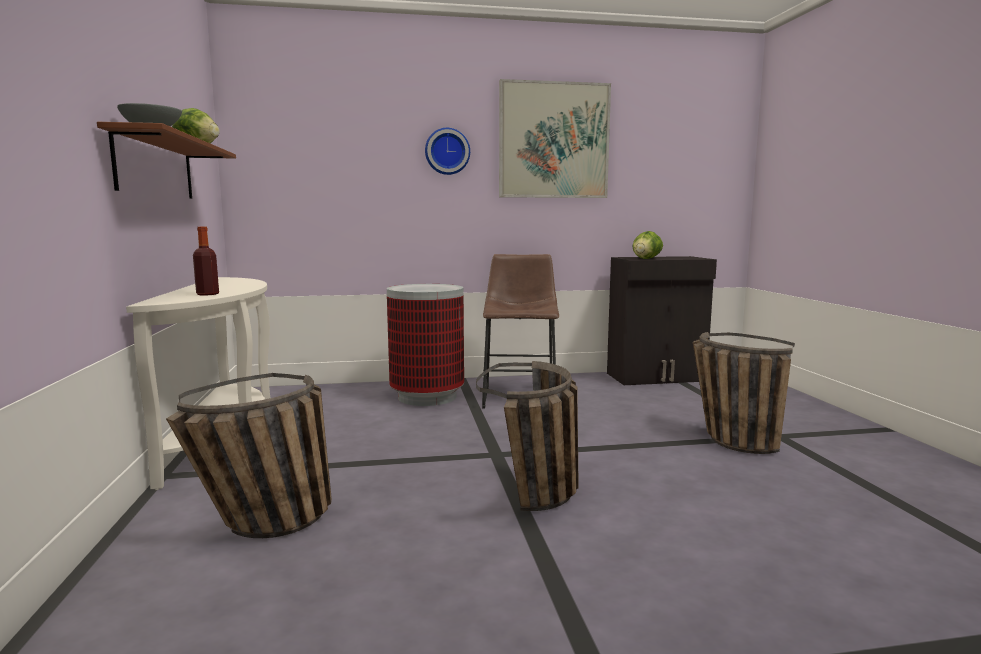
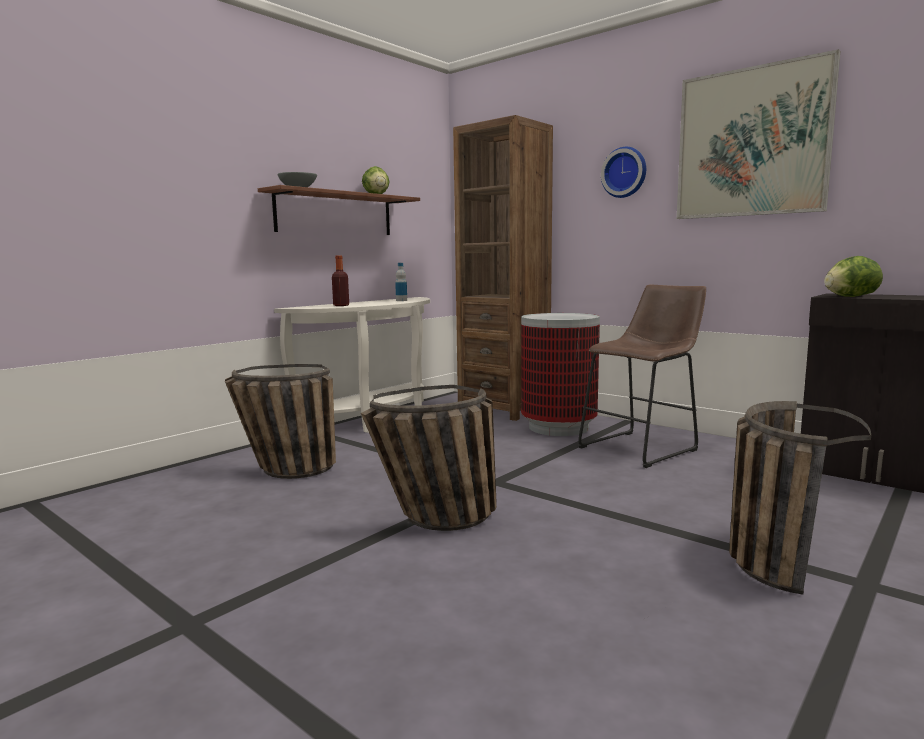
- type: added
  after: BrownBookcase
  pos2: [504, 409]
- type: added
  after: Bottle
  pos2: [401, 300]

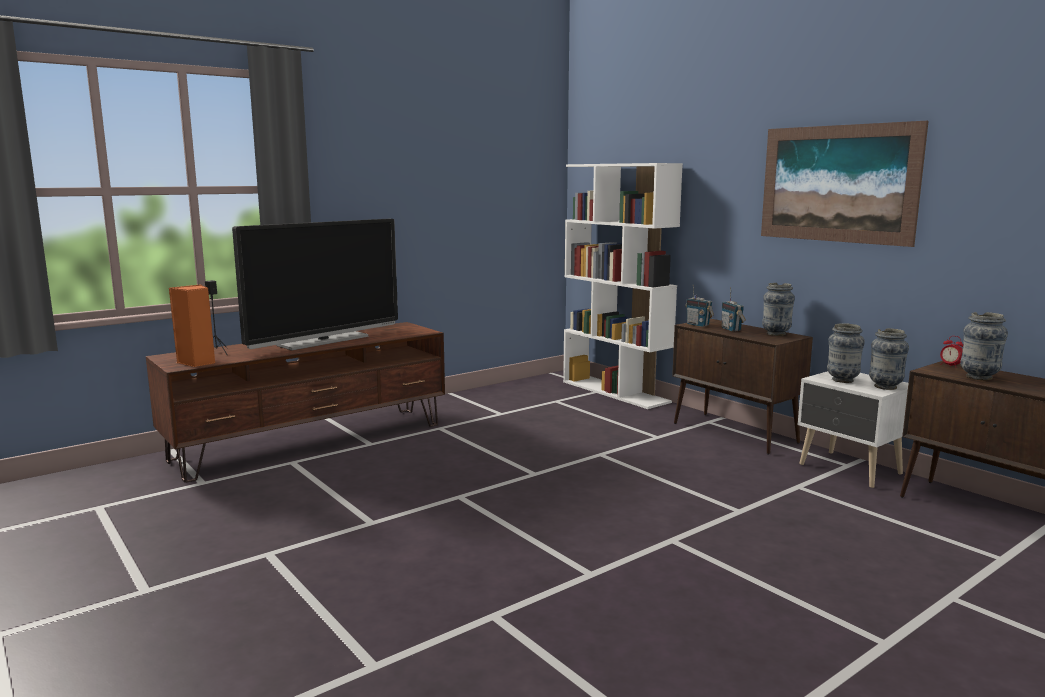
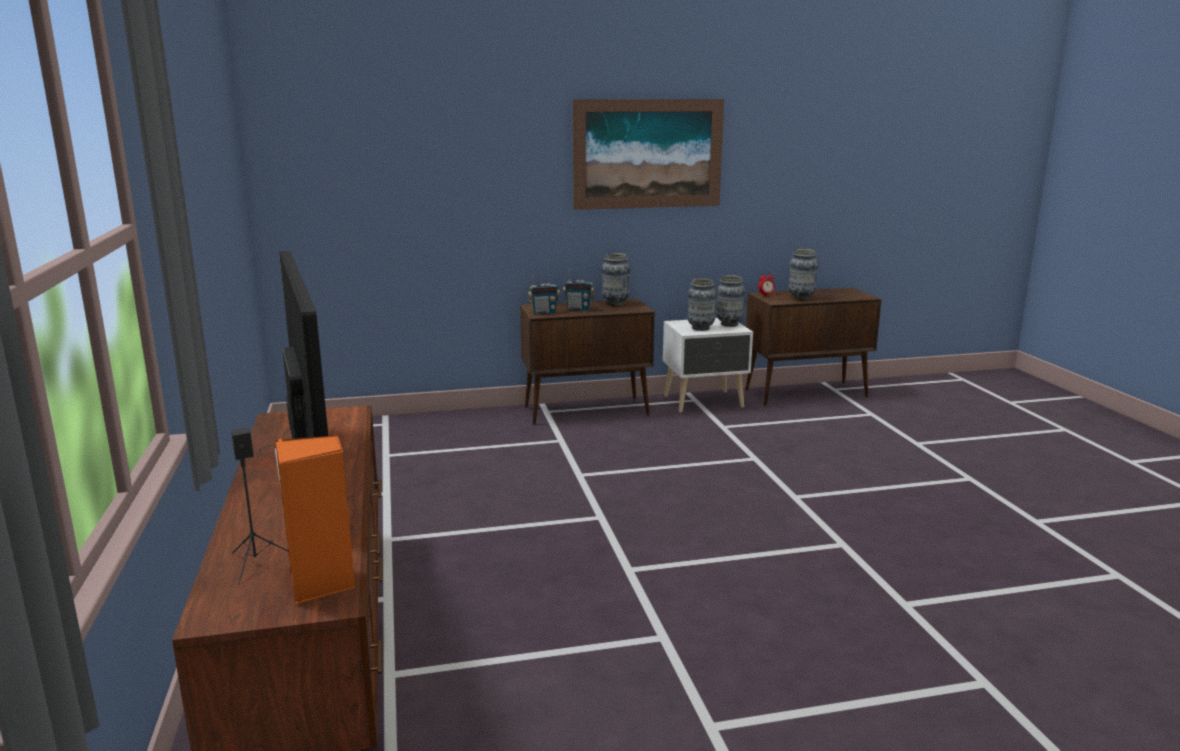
- type: removed
  before: WhiteBookcase
  pos1: [616, 392]

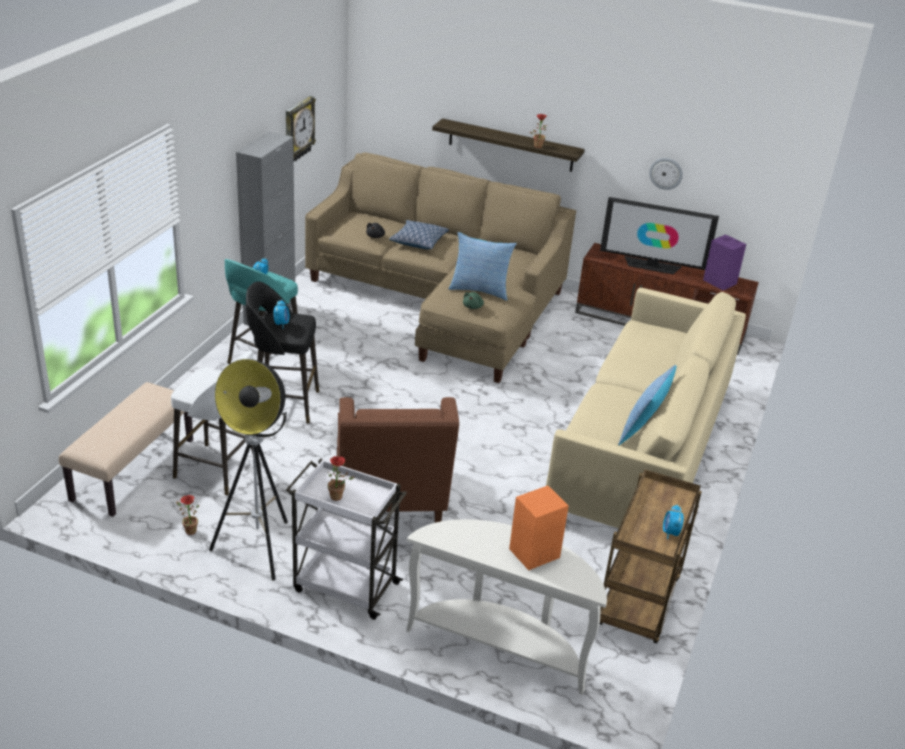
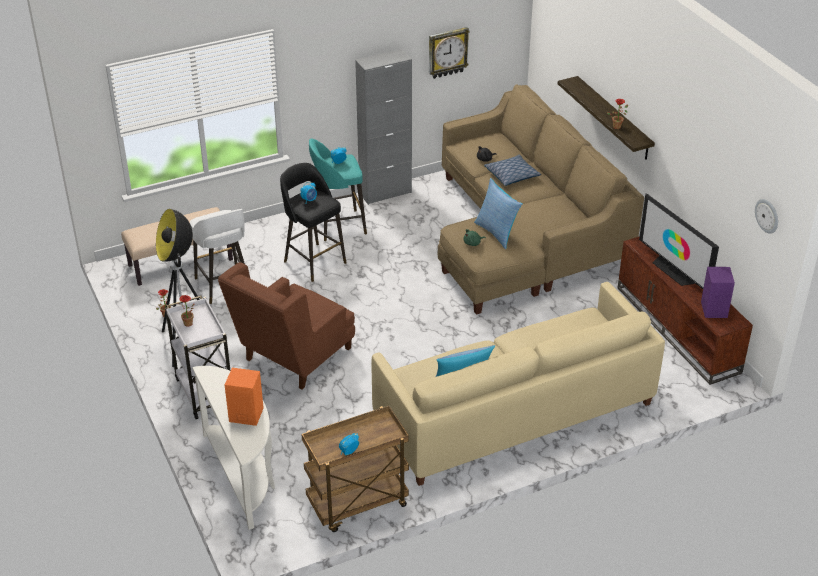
- type: moved
  before: WallClock
  pos1: [666, 173]
  pos2: [767, 215]

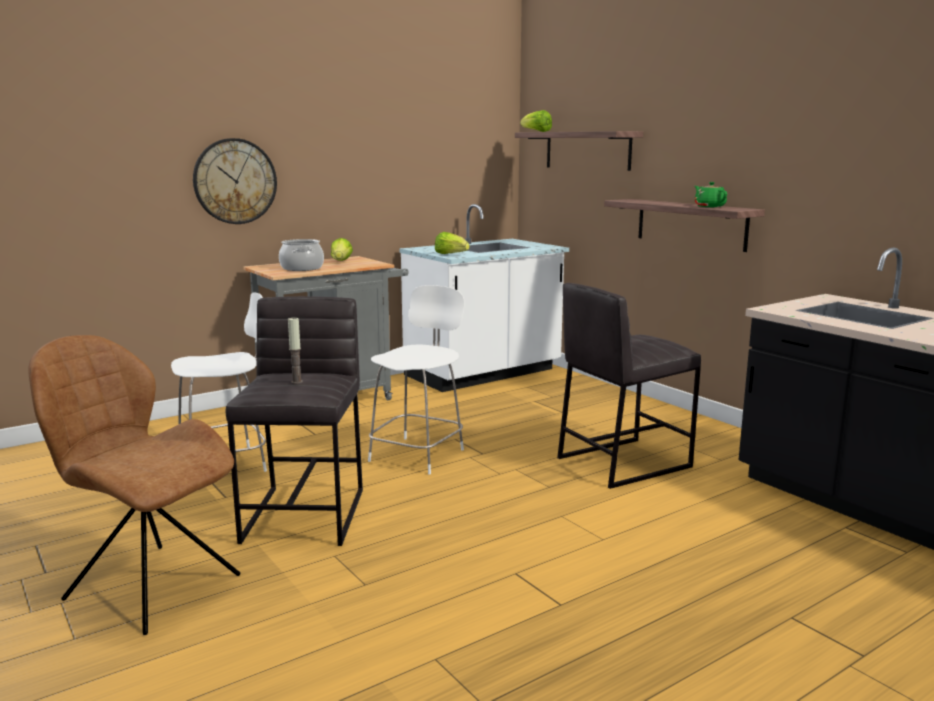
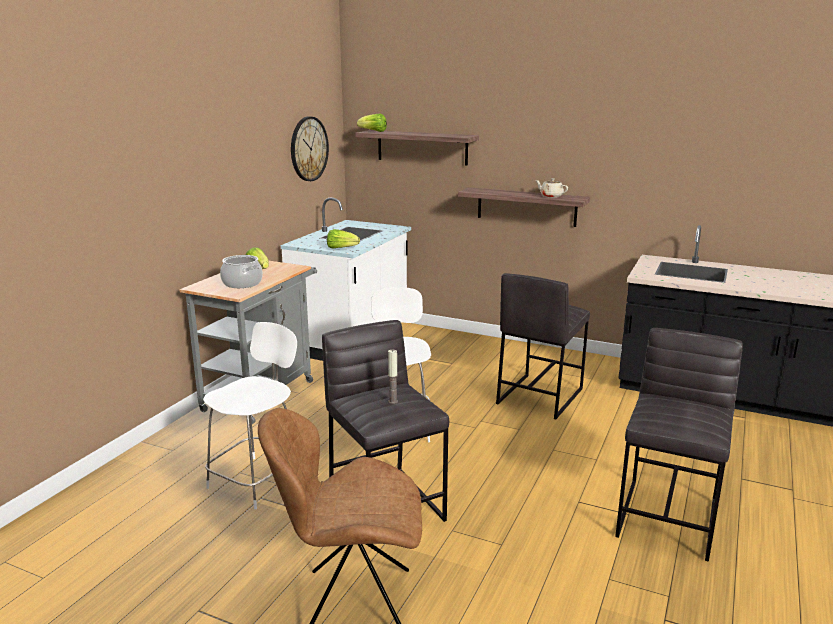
- type: moved
  before: WallClock
  pos1: [235, 181]
  pos2: [308, 149]
- type: recoloured
  before: GreenTeapot
  after: BeigeTeapot
  pos1: [709, 206]
  pos2: [551, 196]
- type: added
  after: GreyStool
  pos2: [669, 518]

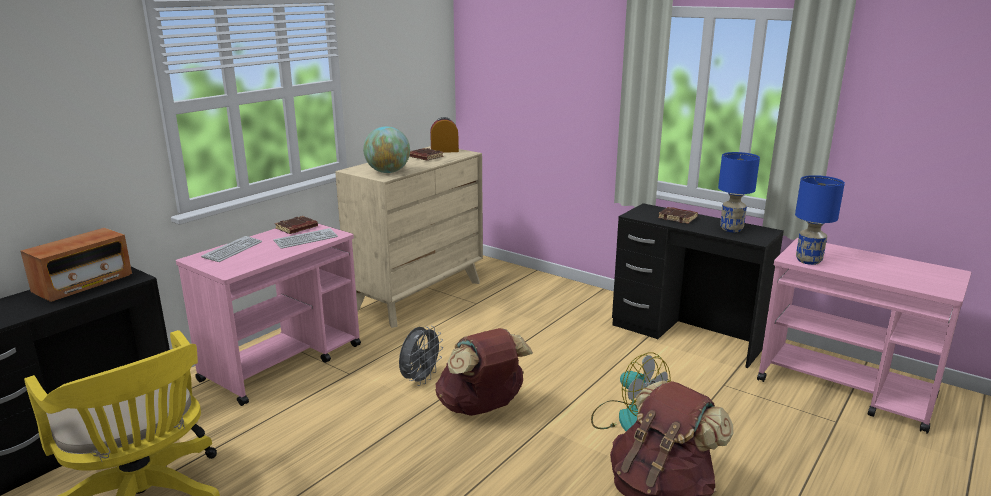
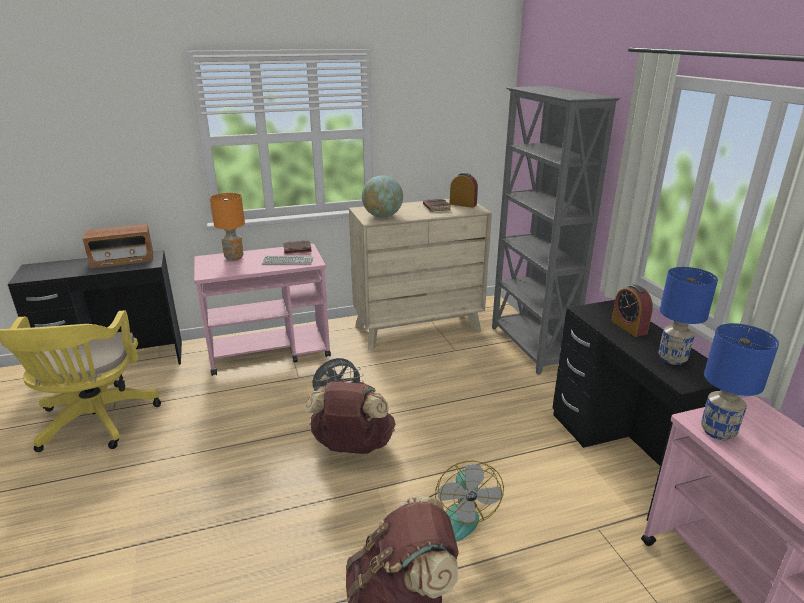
- type: replaced
  before: BrownBook
  after: AlarmClock
  pos1: [678, 218]
  pos2: [628, 327]
- type: replaced
  before: Keyboard
  after: OrangeTableLamp
  pos1: [232, 250]
  pos2: [234, 257]
- type: added
  after: GreyBookcase
  pos2: [530, 347]

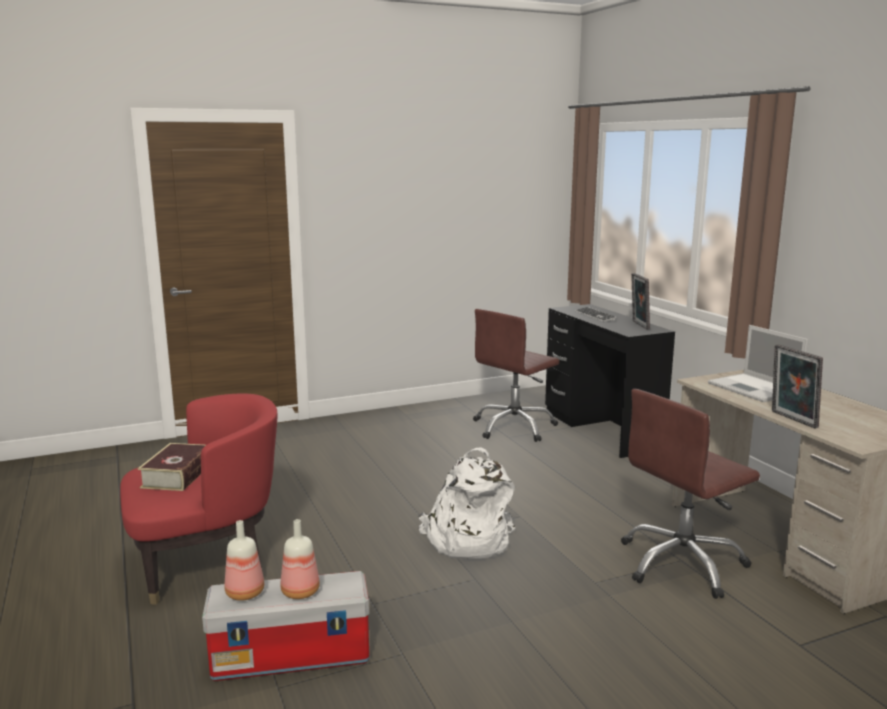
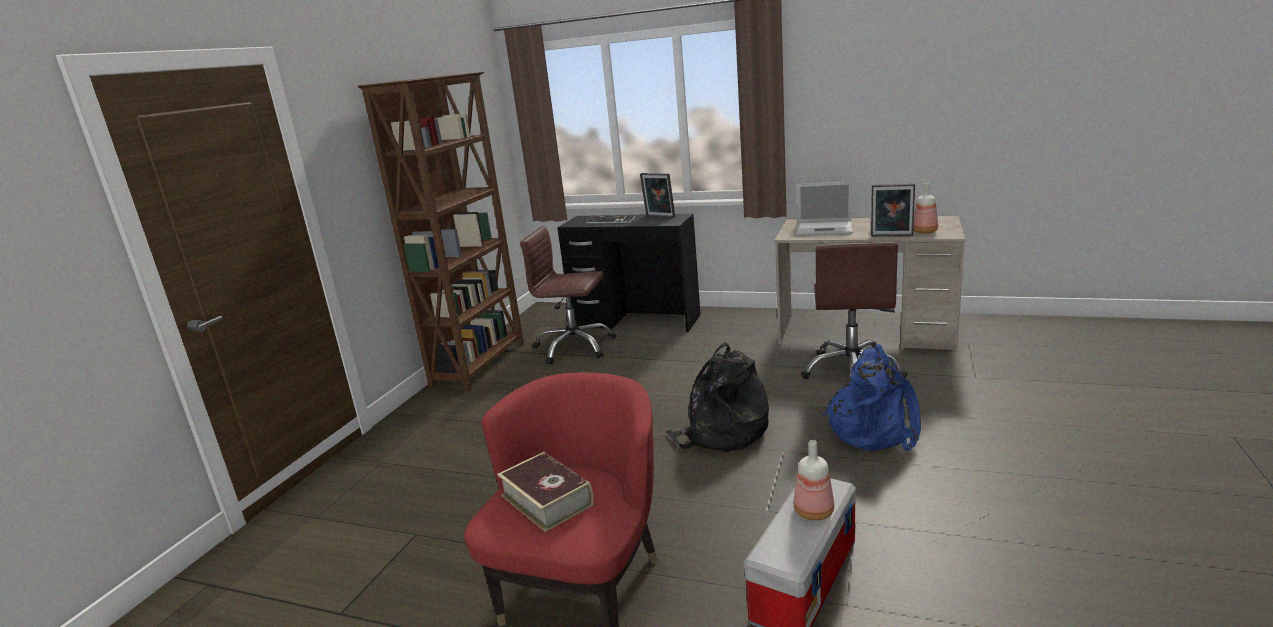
- type: turned
  before: BrownOfficeChair
  pos1: [514, 427]
  pos2: [574, 347]
  turn: 105
- type: recoloured
  before: WhiteBackpack
  after: BlackBackpack
  pos1: [466, 540]
  pos2: [722, 433]
- type: moved
  before: Bottle
  pos1: [246, 593]
  pos2: [925, 231]
- type: added
  after: BrownBookcase
  pos2: [480, 364]
- type: added
  after: BlueBackpack
  pos2: [873, 429]

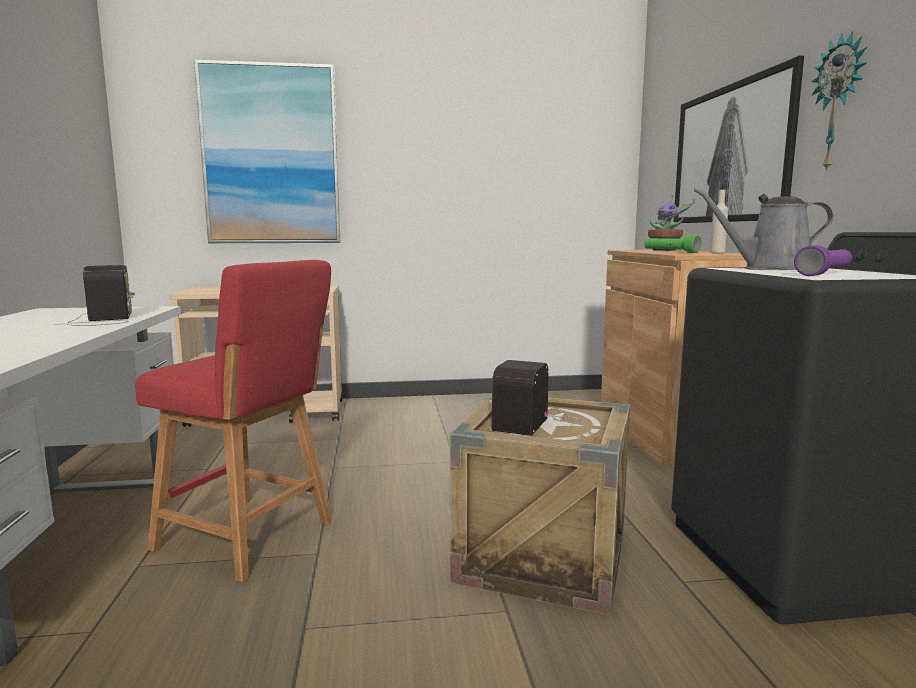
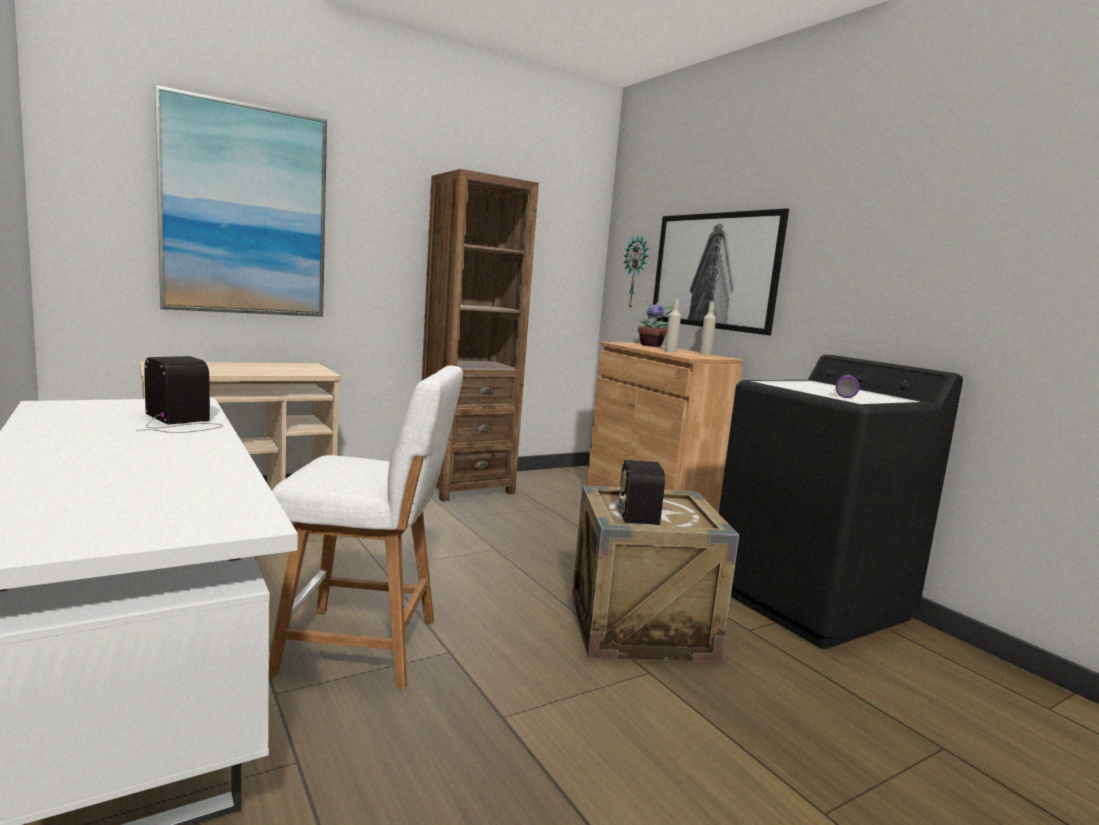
- type: moved
  before: WallClock
  pos1: [839, 104]
  pos2: [636, 272]
- type: removed
  before: GreyWateringCan
  pos1: [770, 269]
- type: replaced
  before: GreenFlashlight
  after: BeigeBottle
  pos1: [670, 252]
  pos2: [670, 351]
- type: recoloured
  before: RedStool
  after: WhiteStool
  pos1: [250, 537]
  pos2: [367, 647]
- type: added
  after: BrownBookcase
  pos2: [465, 487]

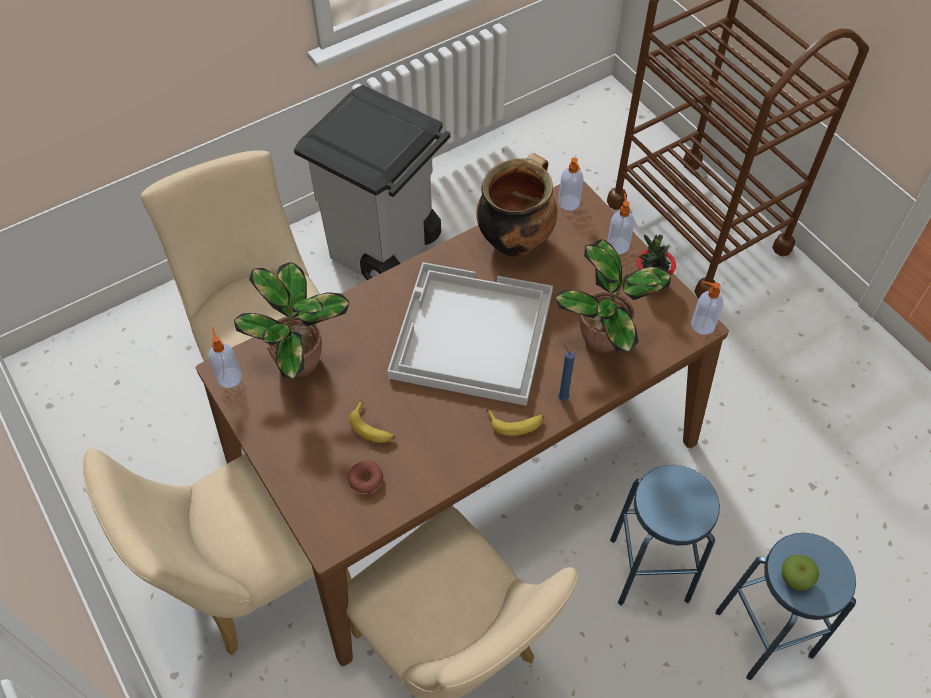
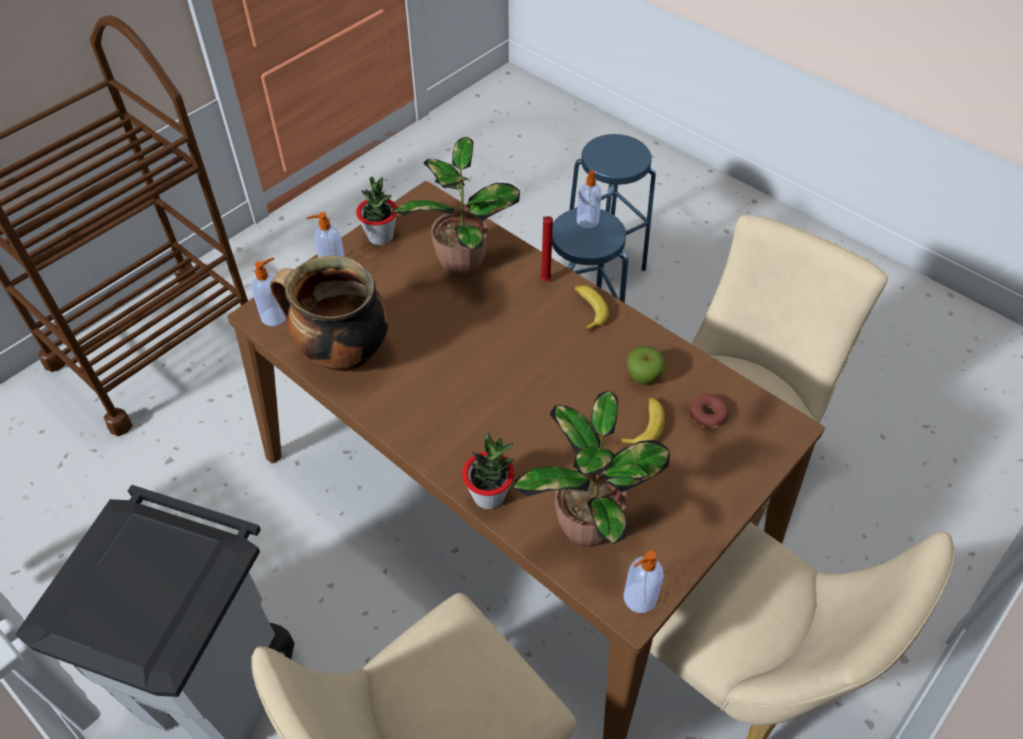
- type: removed
  before: WhiteTray
  pos1: [470, 335]
- type: moved
  before: SoapDispenser
  pos1: [701, 325]
  pos2: [587, 221]
- type: recoloured
  before: BlueCandle
  after: RedCandle
  pos1: [562, 397]
  pos2: [544, 281]
- type: moved
  before: Apple
  pos1: [794, 579]
  pos2: [643, 377]
- type: added
  after: PottedPlant
  pos2: [489, 495]

